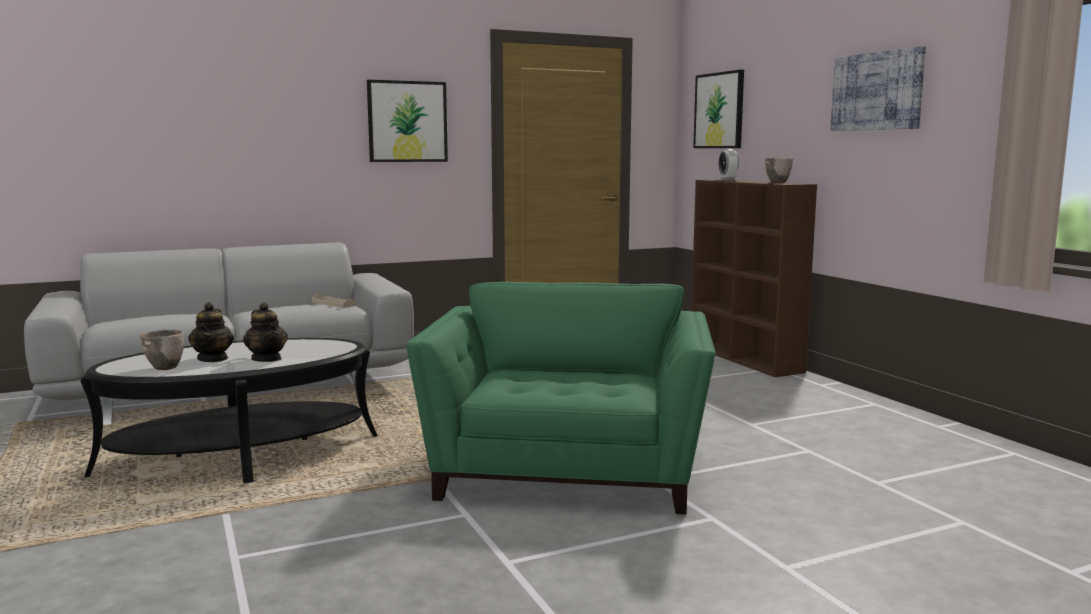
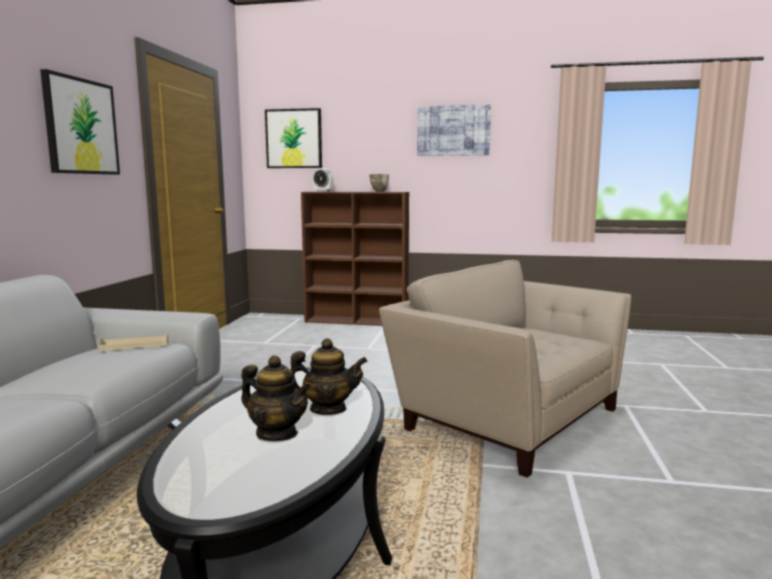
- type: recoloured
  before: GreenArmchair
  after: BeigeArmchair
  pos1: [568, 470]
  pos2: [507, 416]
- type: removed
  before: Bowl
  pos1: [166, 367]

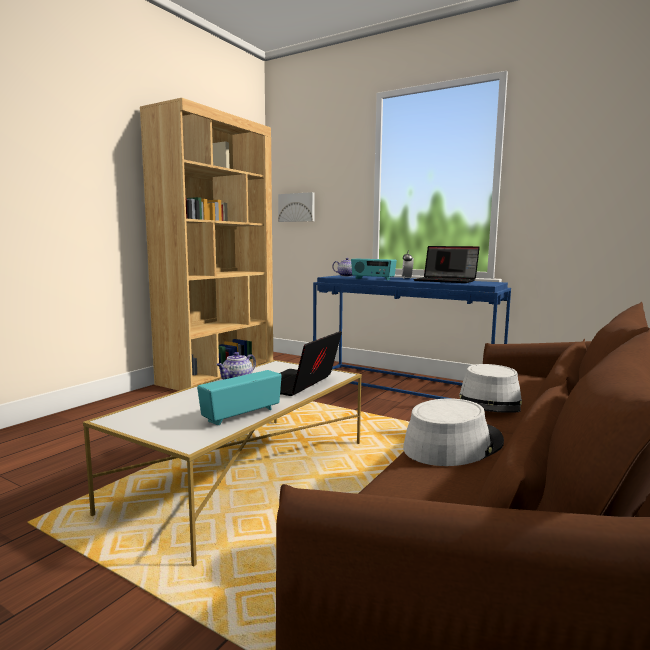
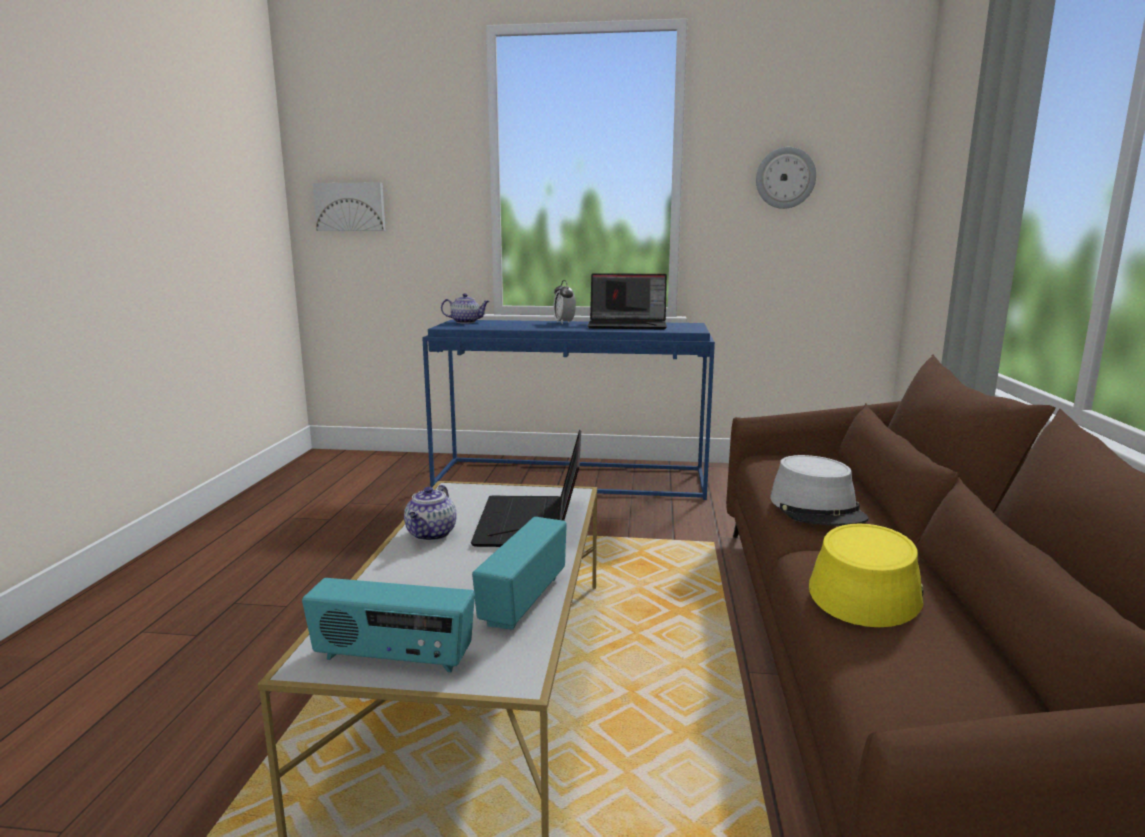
- type: removed
  before: BrownBookcase
  pos1: [218, 374]
- type: moved
  before: Radio
  pos1: [372, 279]
  pos2: [393, 658]
- type: recoloured
  before: GreyHat
  after: YellowHat
  pos1: [453, 445]
  pos2: [865, 587]
- type: added
  after: WallClock
  pos2: [785, 178]

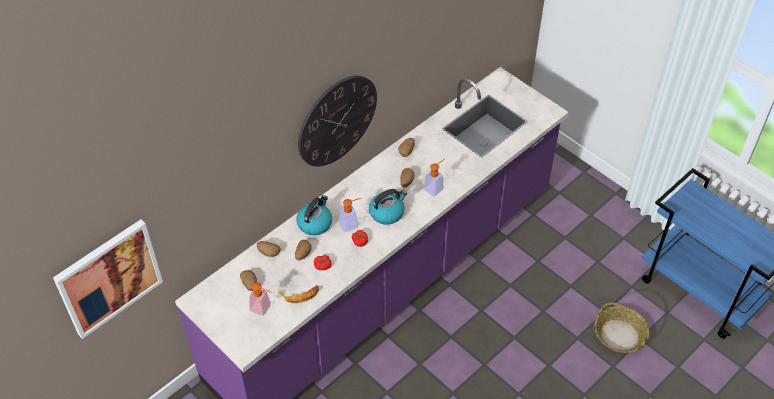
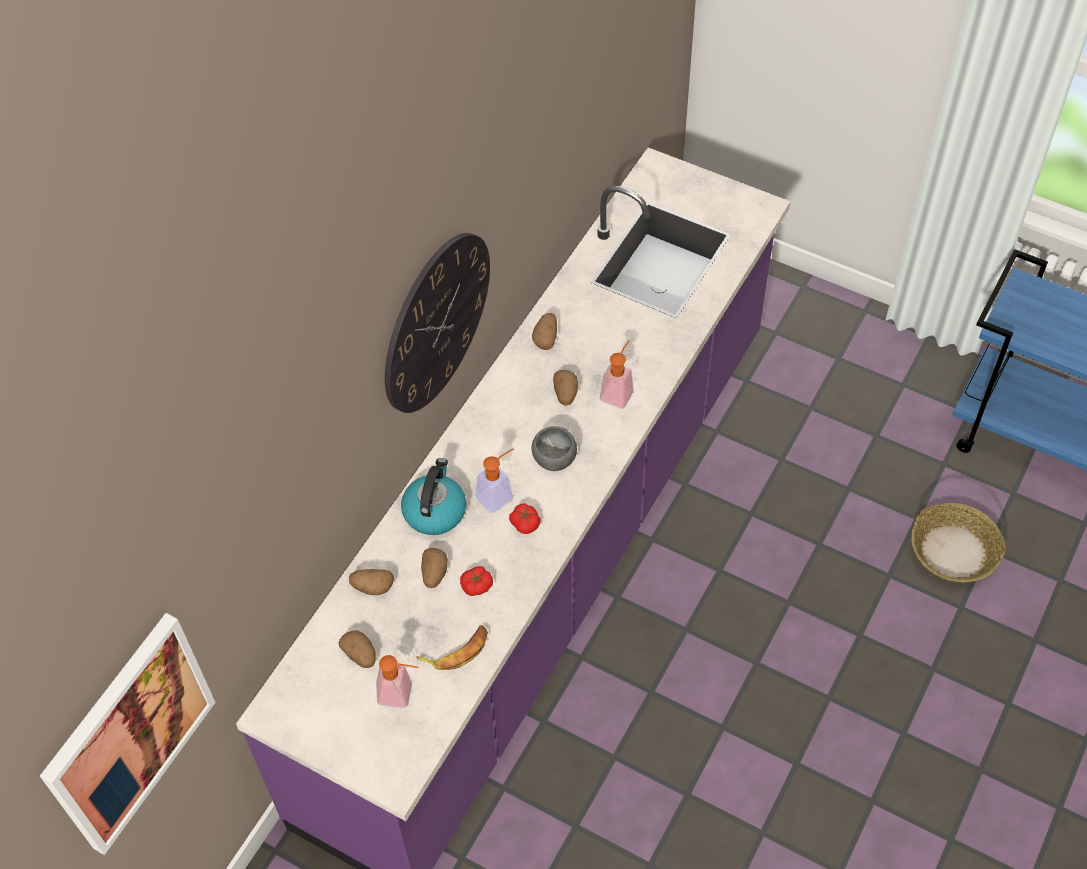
- type: replaced
  before: Kettle
  after: GreyBowl
  pos1: [387, 213]
  pos2: [553, 459]

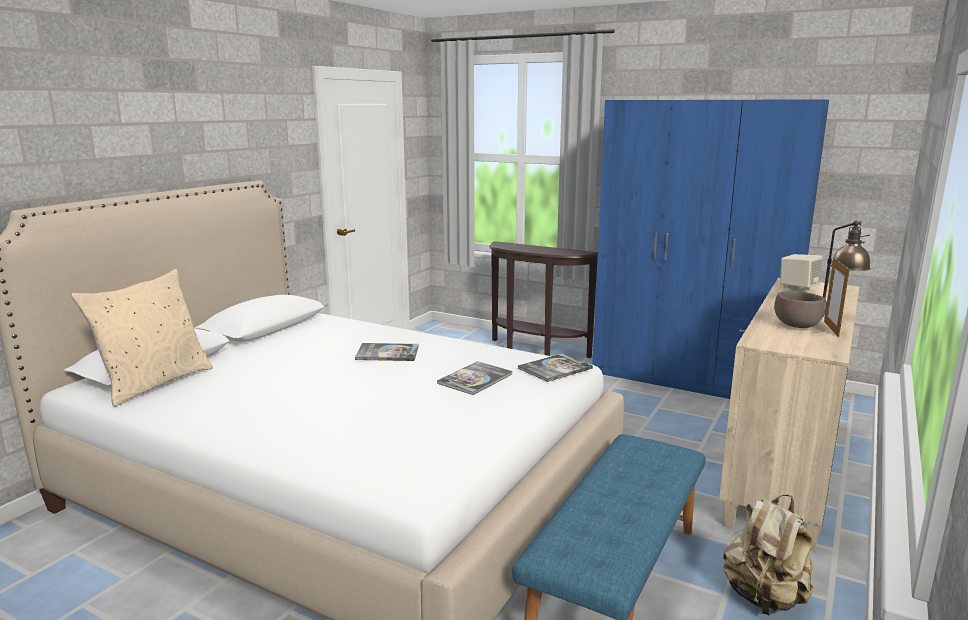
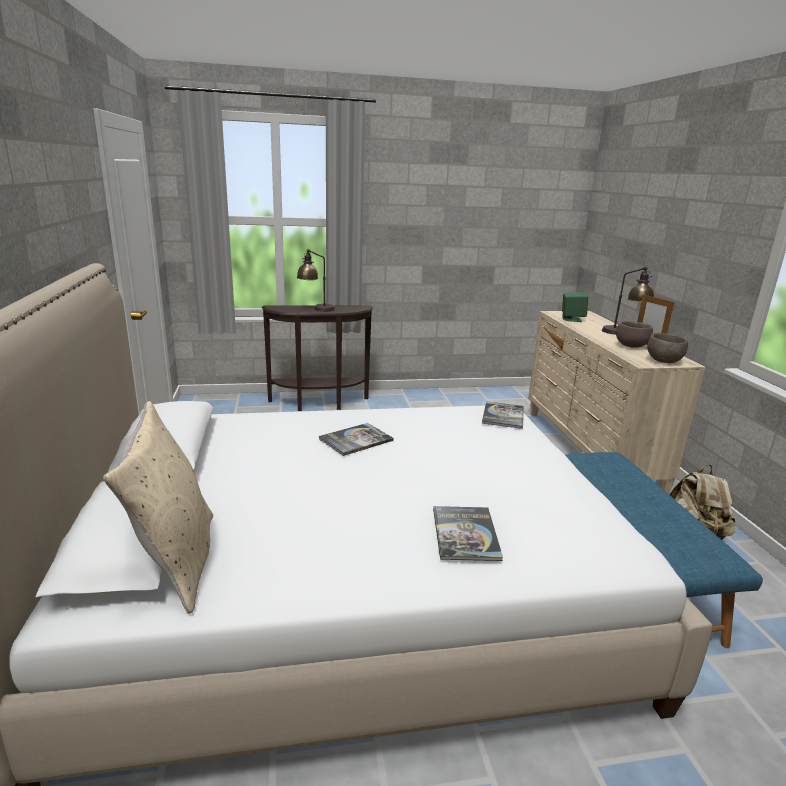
- type: removed
  before: BlueWardrobe
  pos1: [689, 378]
- type: recoloured
  before: BeigeSpeaker
  after: GreenSpeaker
  pos1: [798, 290]
  pos2: [572, 319]
- type: moved
  before: Book
  pos1: [475, 379]
  pos2: [465, 534]
- type: added
  after: TableLamp
  pos2: [316, 309]
- type: added
  after: BrownBowl
  pos2: [663, 361]

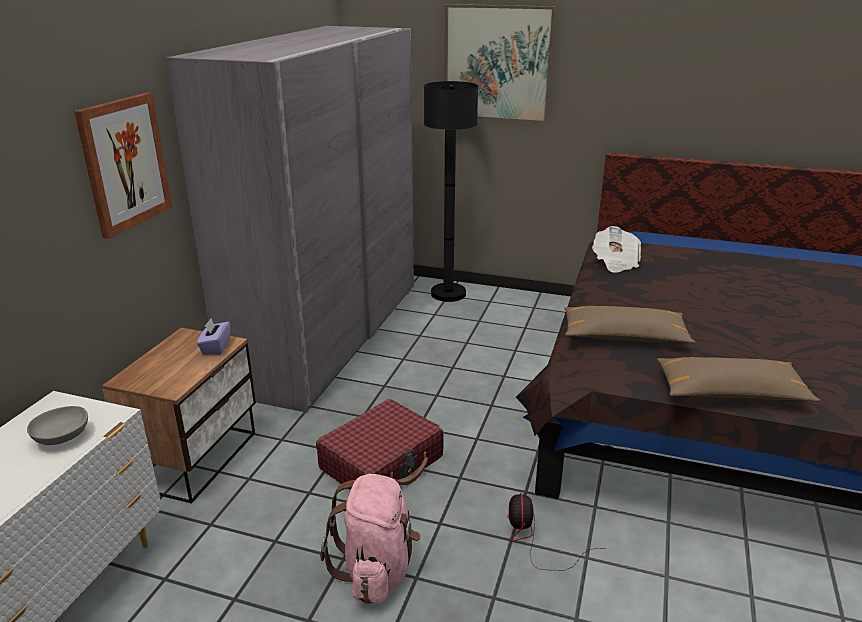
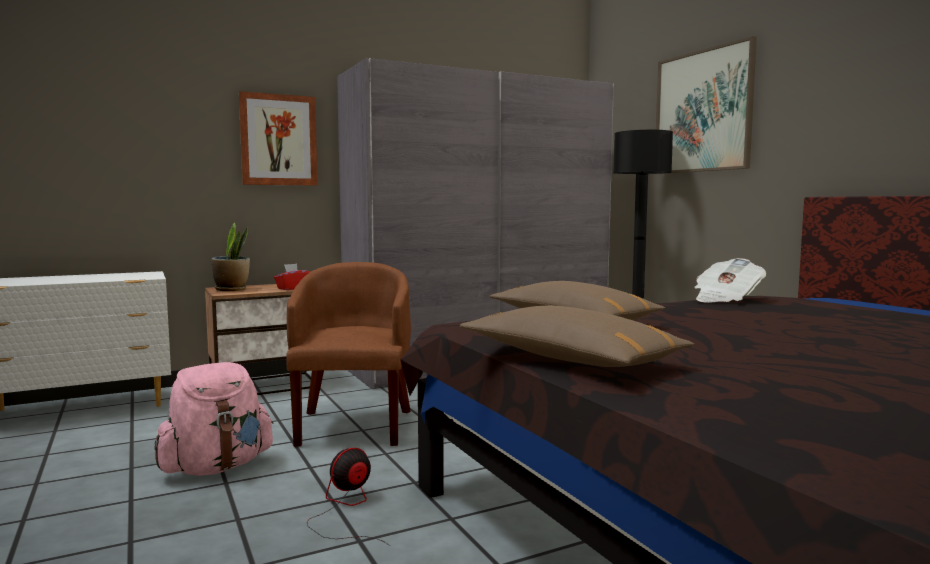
- type: recoloured
  before: PurpleTissueBox
  after: RedTissueBox
  pos1: [215, 347]
  pos2: [292, 288]
- type: replaced
  before: RedSuitcase
  after: BrownArmchair
  pos1: [382, 463]
  pos2: [354, 425]
- type: removed
  before: GreyBowl
  pos1: [61, 437]
- type: added
  after: PottedPlant
  pos2: [231, 289]

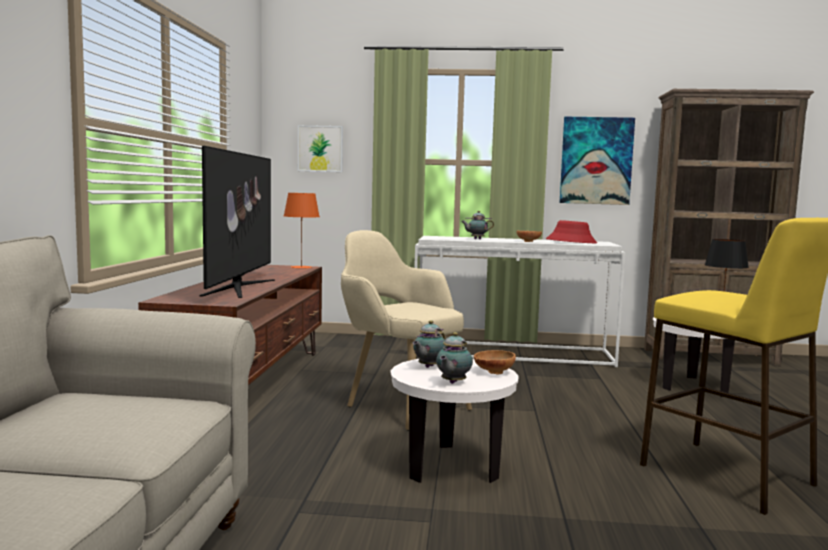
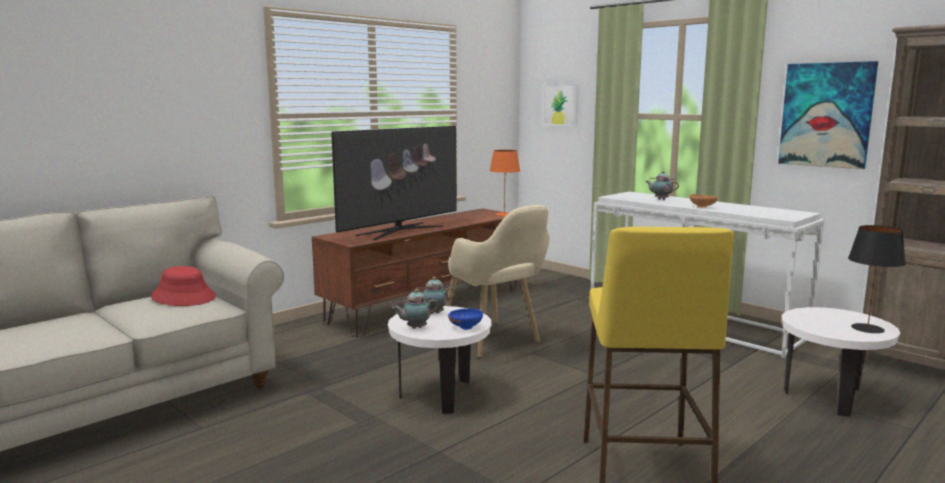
- type: moved
  before: RedHat
  pos1: [571, 242]
  pos2: [184, 297]
- type: turned
  before: BeigeArmchair
  pos1: [398, 404]
  pos2: [496, 343]
  turn: 150
- type: recoloured
  before: BrownBowl
  after: BlueBowl
  pos1: [493, 372]
  pos2: [465, 327]

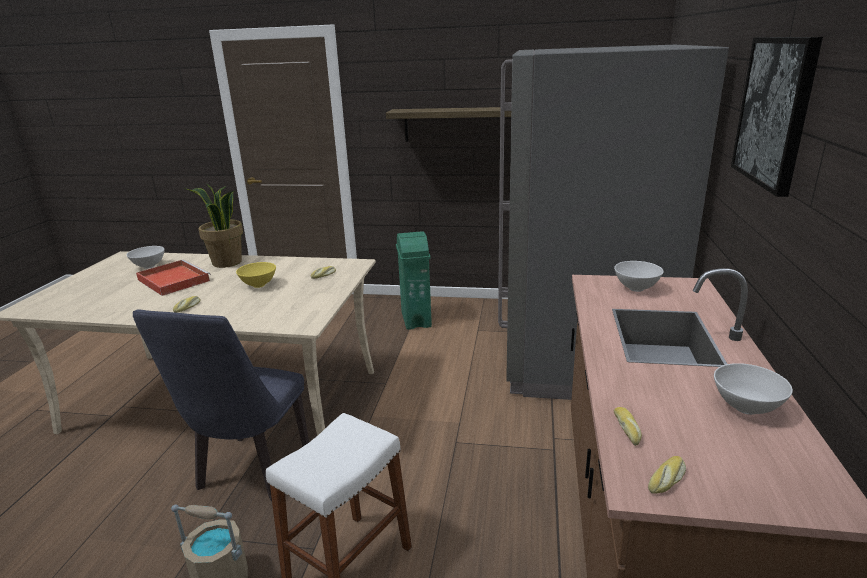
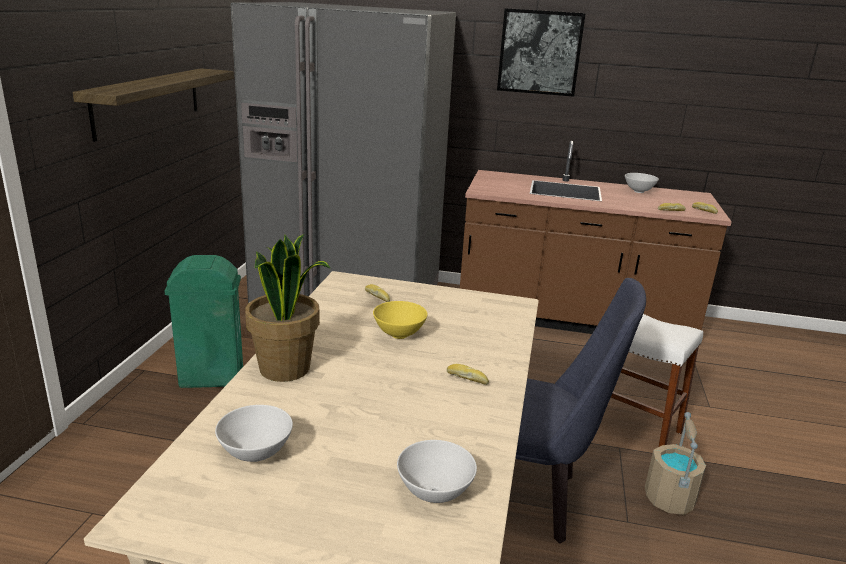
- type: removed
  before: RedTray
  pos1: [172, 280]
- type: moved
  before: WhiteBowl
  pos1: [635, 289]
  pos2: [435, 494]

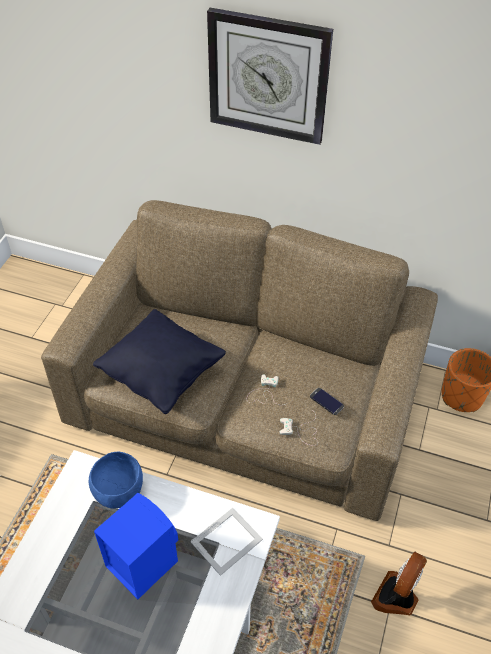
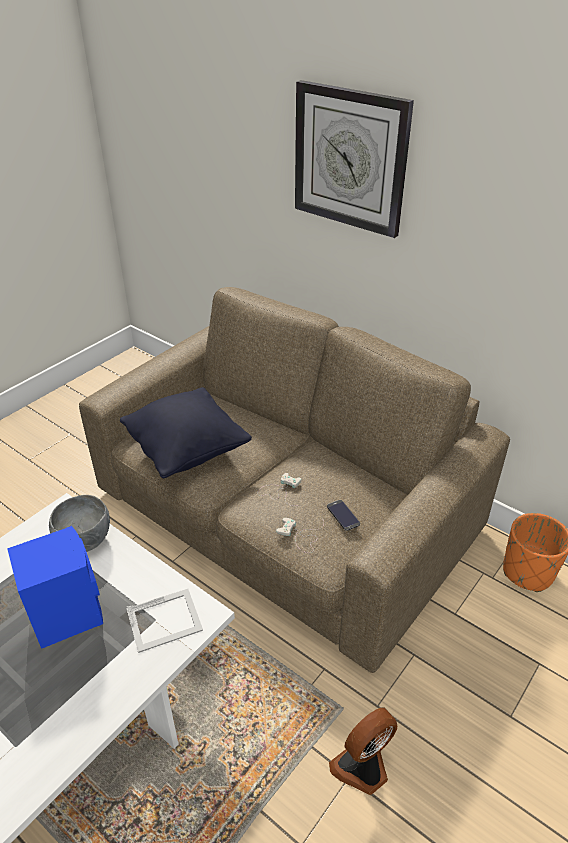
- type: recoloured
  before: BlueBowl
  after: GreyBowl
  pos1: [118, 492]
  pos2: [84, 541]

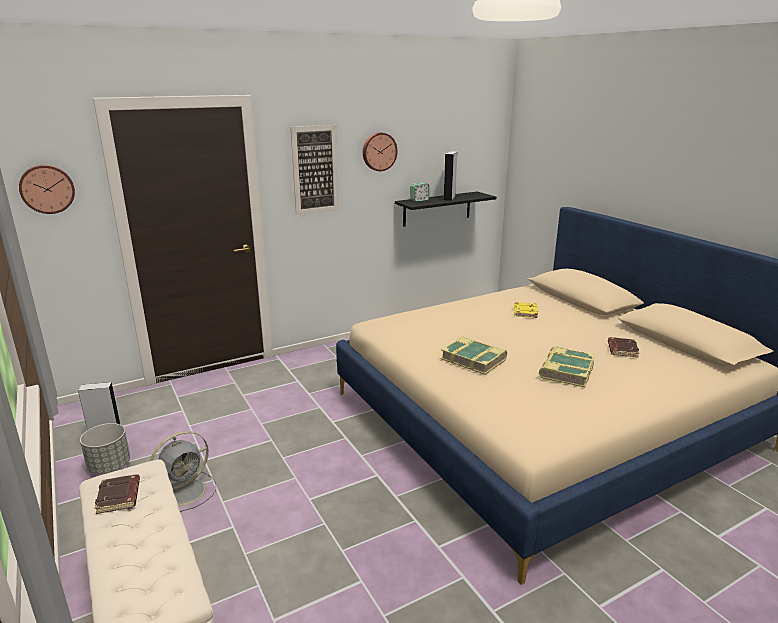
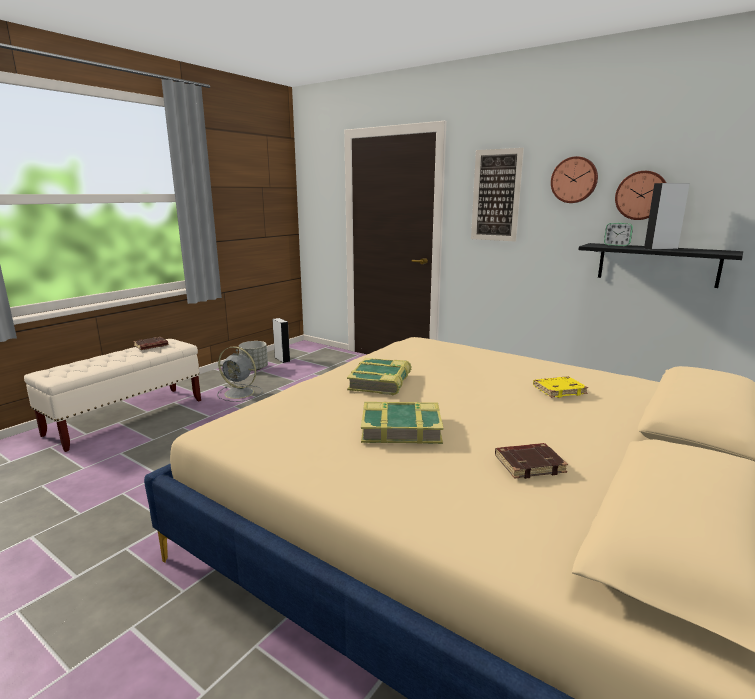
- type: moved
  before: WallClock
  pos1: [47, 189]
  pos2: [641, 195]

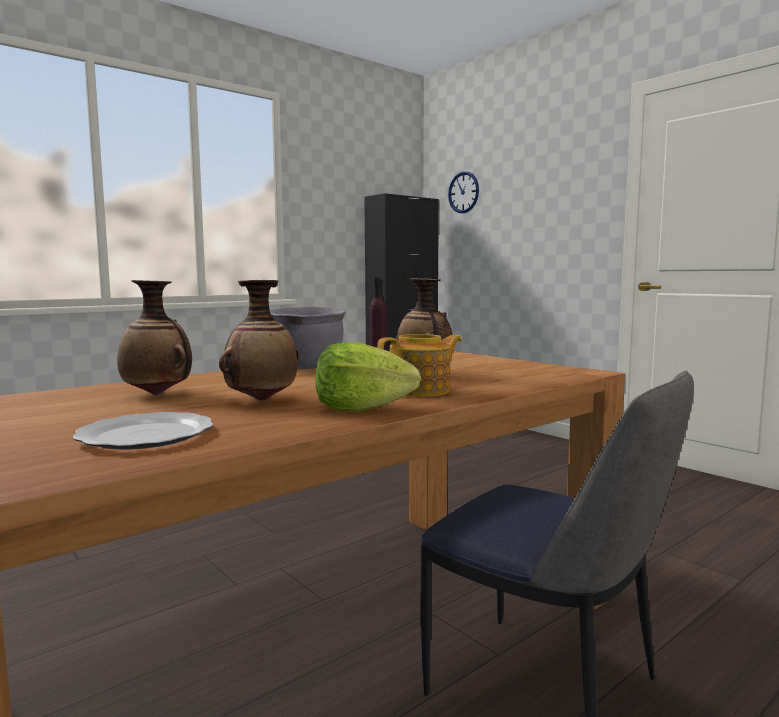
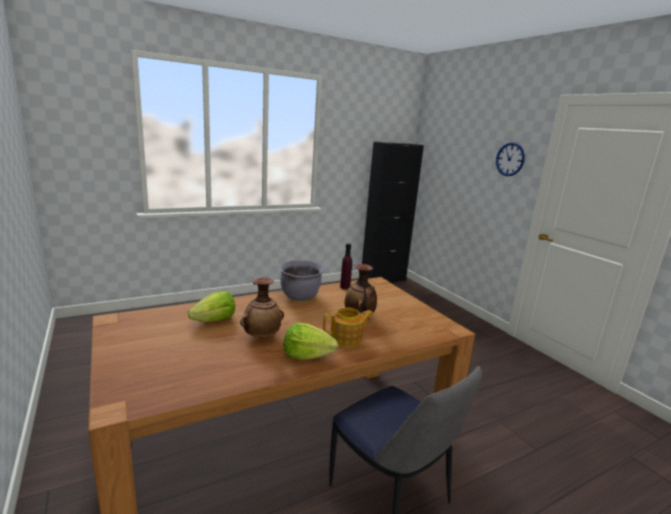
- type: moved
  before: WallClock
  pos1: [463, 192]
  pos2: [510, 159]
- type: replaced
  before: Vase
  after: Lettuce
  pos1: [158, 394]
  pos2: [215, 320]
- type: removed
  before: Plate
  pos1: [145, 435]

